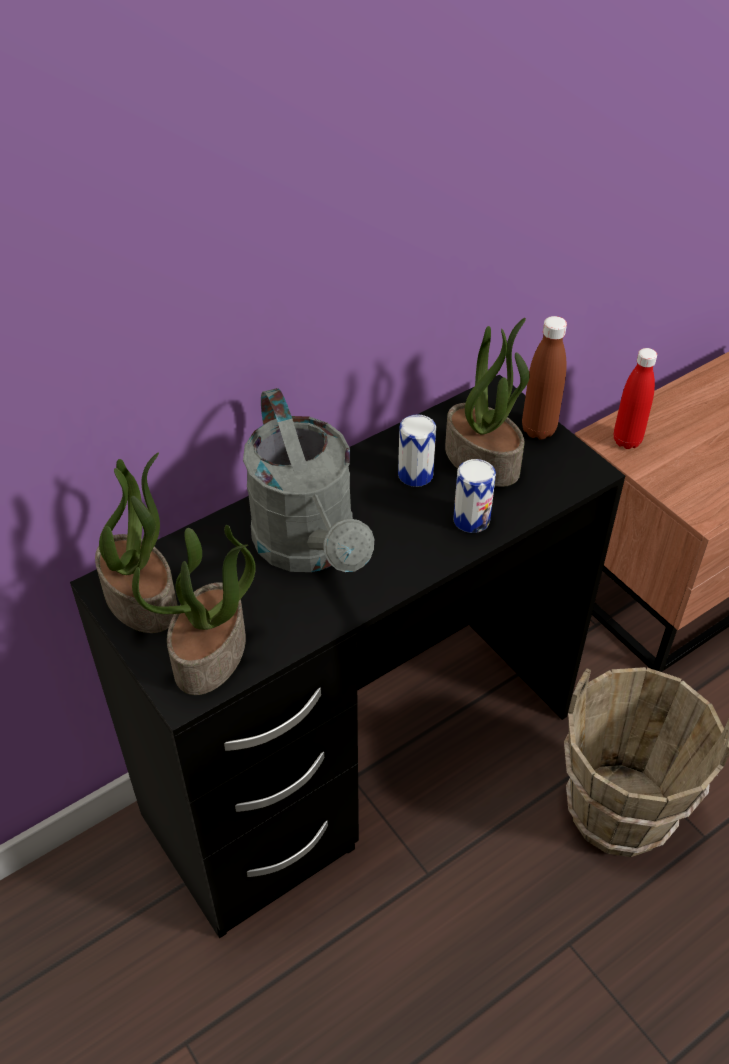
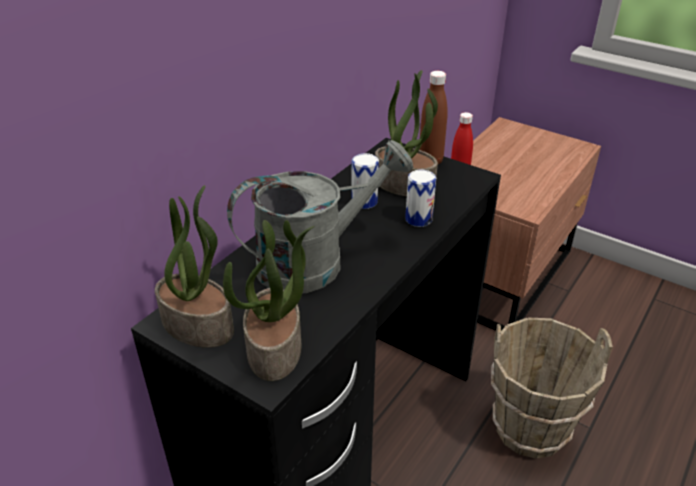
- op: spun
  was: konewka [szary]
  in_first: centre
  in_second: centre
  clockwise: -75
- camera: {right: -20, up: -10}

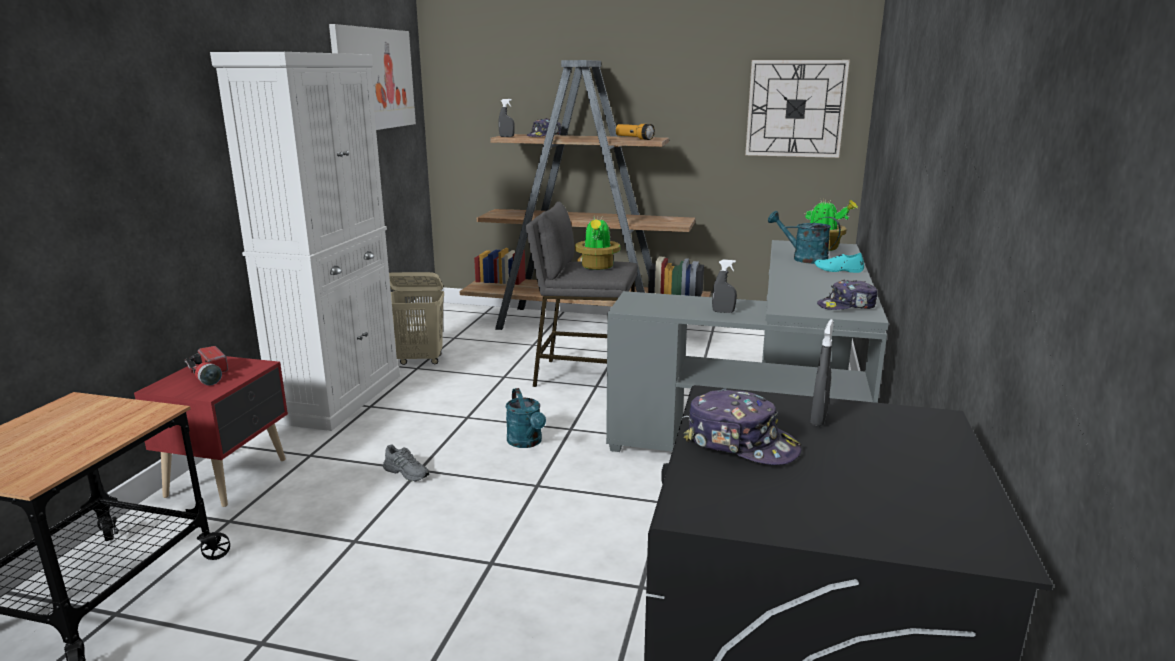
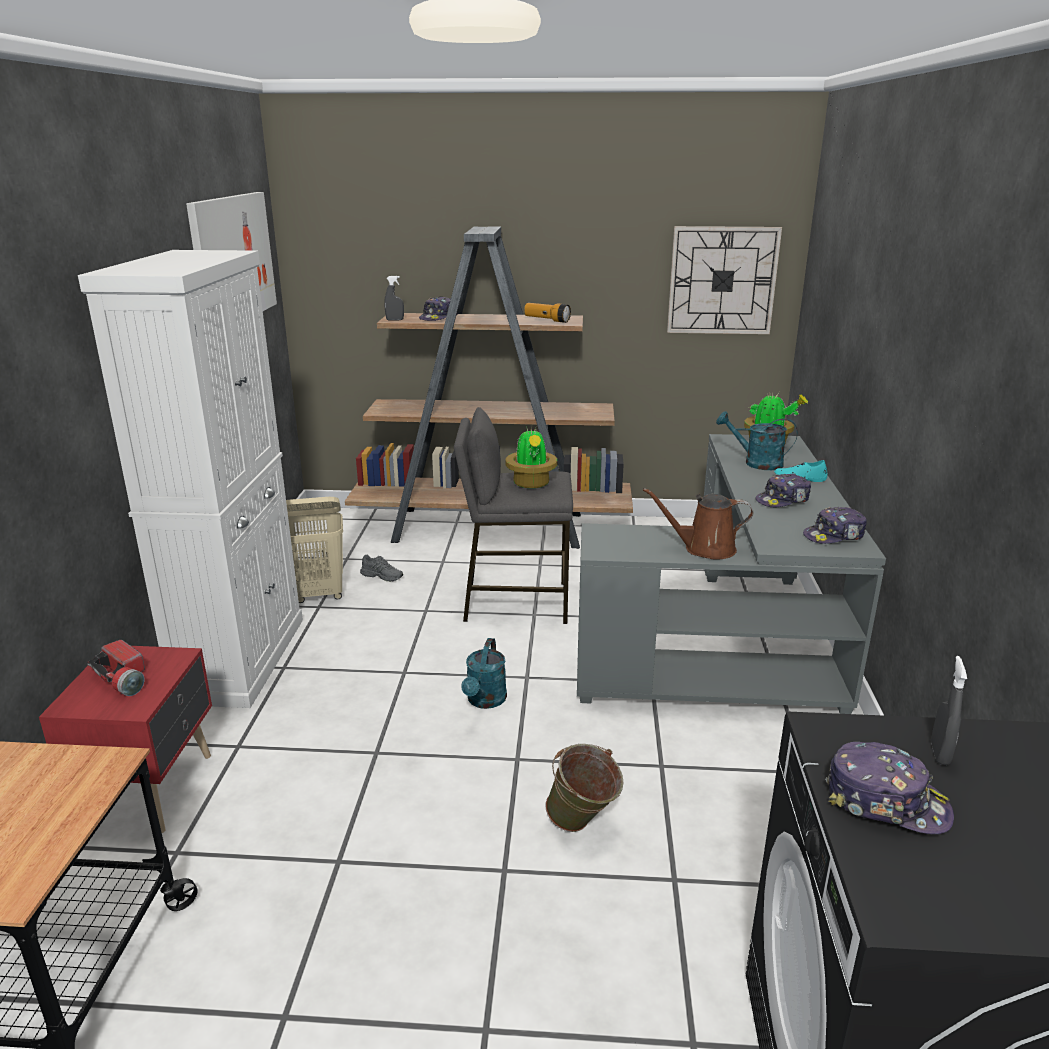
- op: relocated
  was: but [szary]
  in_first: bottom centre
  in_second: centre
- op: spun
  was: konewka [turkusowy] (no. 1 from left)
  in_first: centre
  in_second: centre
  clockwise: 45
- op: appeared
  now: wiadro [zielony]
  in_second: bottom centre
- op: exchanged
  was: spryskiwacz [szary] (no. 2 from left)
  now: konewka [brązowy]
  in_first: centre
  in_second: centre
- op: appeared
  now: czapka z daszkiem (no. 2 from left)
  in_second: middle right
- camera: {right: -10, up: 5}

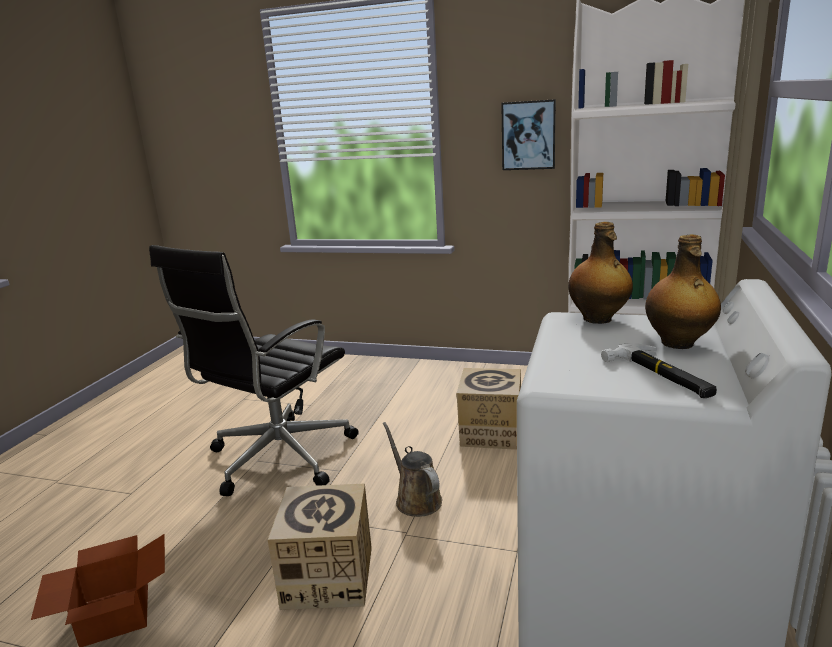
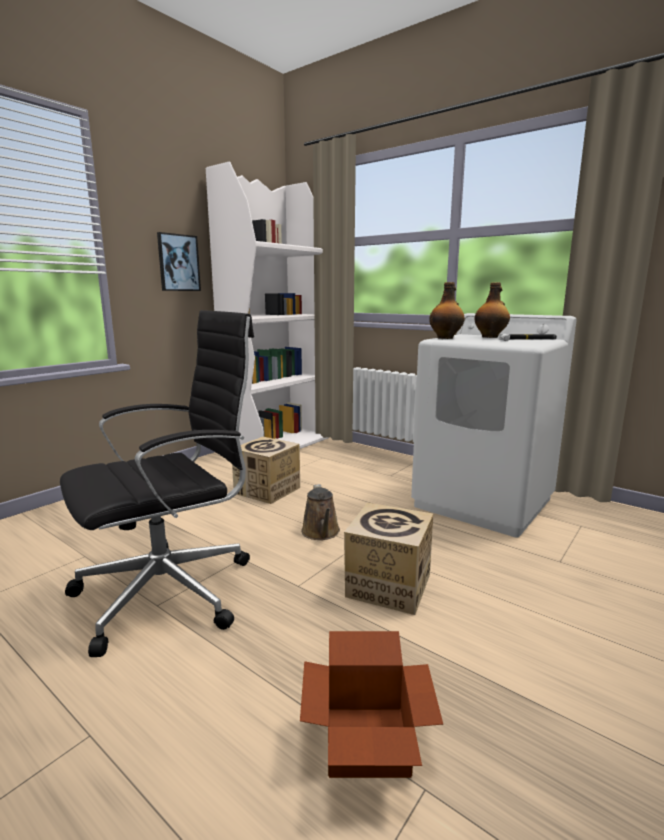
- op: spun
  was: krzesło biurowe [czarny]
  in_first: middle left
  in_second: middle left
  clockwise: -90
- op: spun
  was: konewka [brązowy]
  in_first: bottom centre
  in_second: centre
  clockwise: -90
- camera: {right: -70, up: -5}

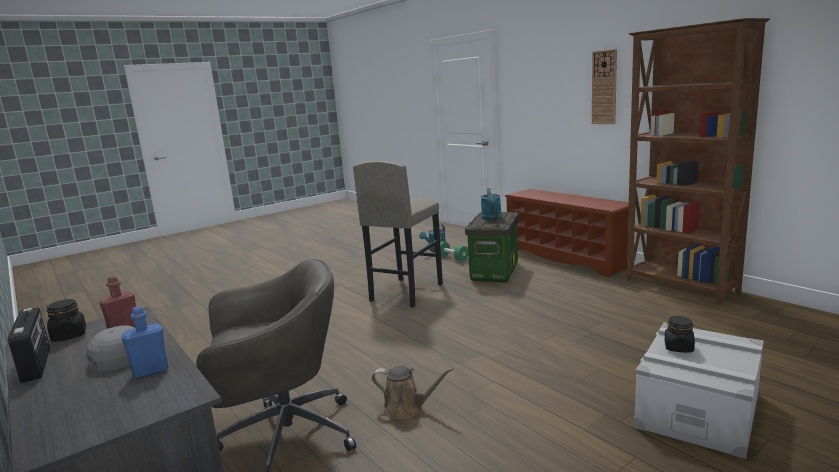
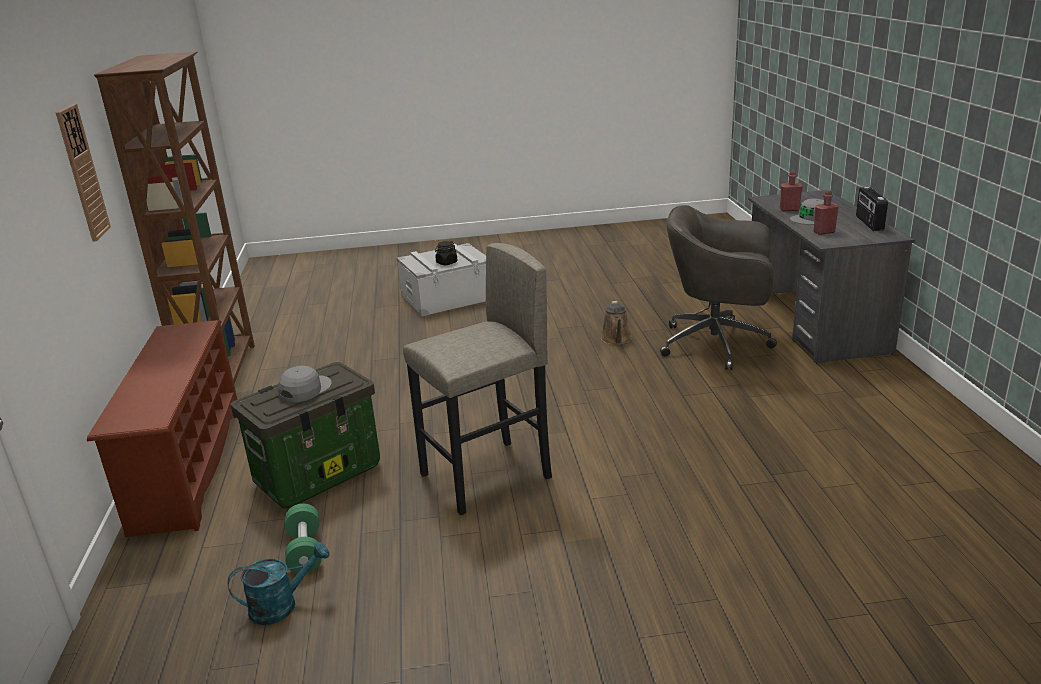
- op: exchanged
  was: konewka [turkusowy] (no. 2 from left)
  now: czapka z daszkiem [szary] (no. 1 from left)
  in_first: centre
  in_second: middle left
- op: spun
  was: konewka [brązowy]
  in_first: bottom centre
  in_second: centre
  clockwise: -135
- op: colour
  was: butelka [niebieski]
  now: butelka [czerwony] (no. 1 from left)
  in_first: bottom left
  in_second: top right
- op: missing
  was: słoik [czarny] (no. 1 from left)
  in_first: bottom left
- camera: {right: -150, up: 10}

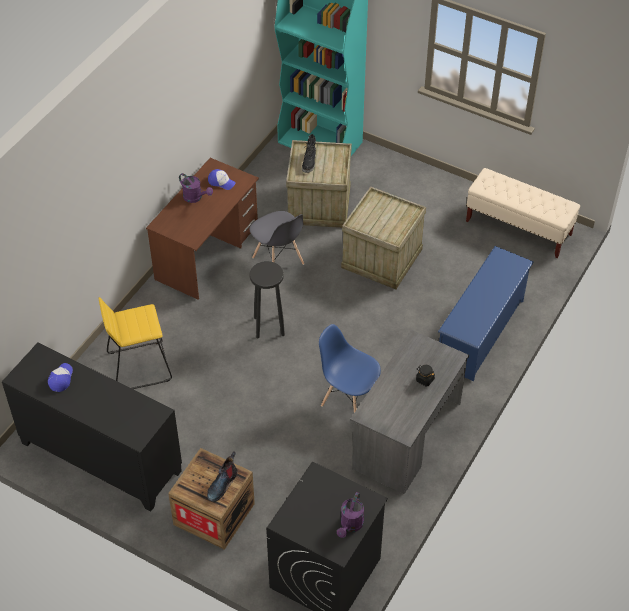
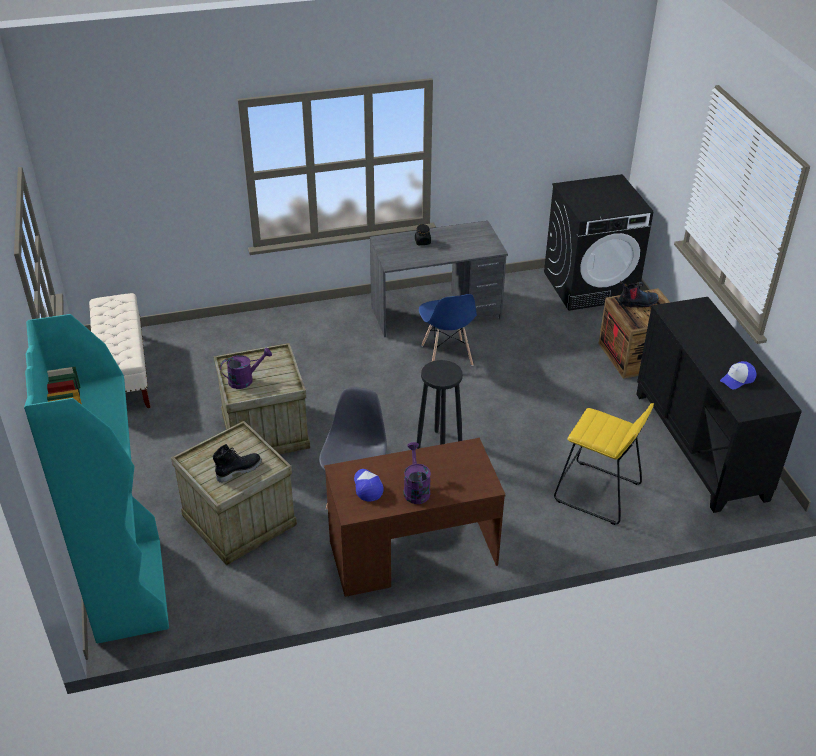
- op: relocated
  was: konewka [fioletowy] (no. 2 from left in the first image)
  now: konewka [fioletowy] (no. 1 from left)
  in_first: bottom centre
  in_second: middle left
- op: missing
  was: regał na buty [niebieski]
  in_first: middle right
- camera: {right: -135, up: -10}

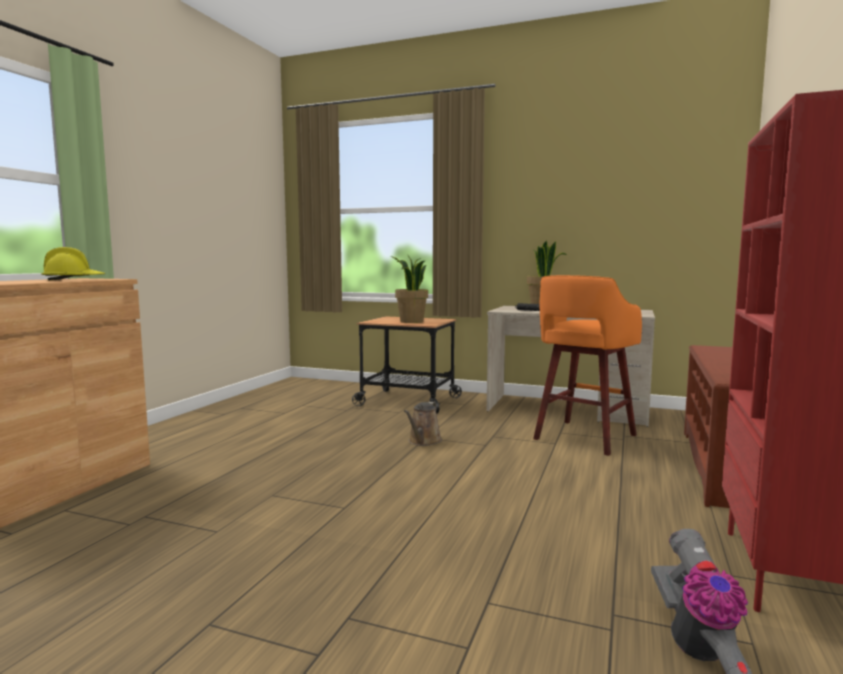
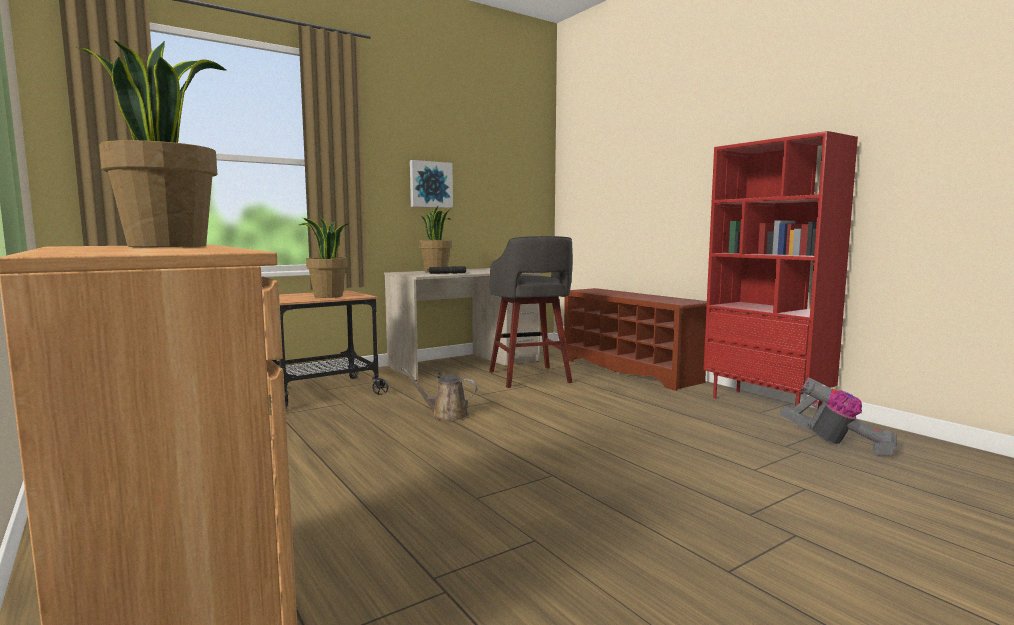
- op: exchanged
  was: kask [żółty]
  now: roślina doniczkowa (no. 1 from left)
  in_first: middle left
  in_second: top left
- op: spun
  was: konewka [brązowy]
  in_first: centre
  in_second: centre
  clockwise: 135
- op: appeared
  now: obraz
  in_second: top centre
- op: colour
  was: stołek [pomarańczowy]
  now: stołek [szary]
  in_first: middle right
  in_second: centre
- camera: {right: -55, up: 0}

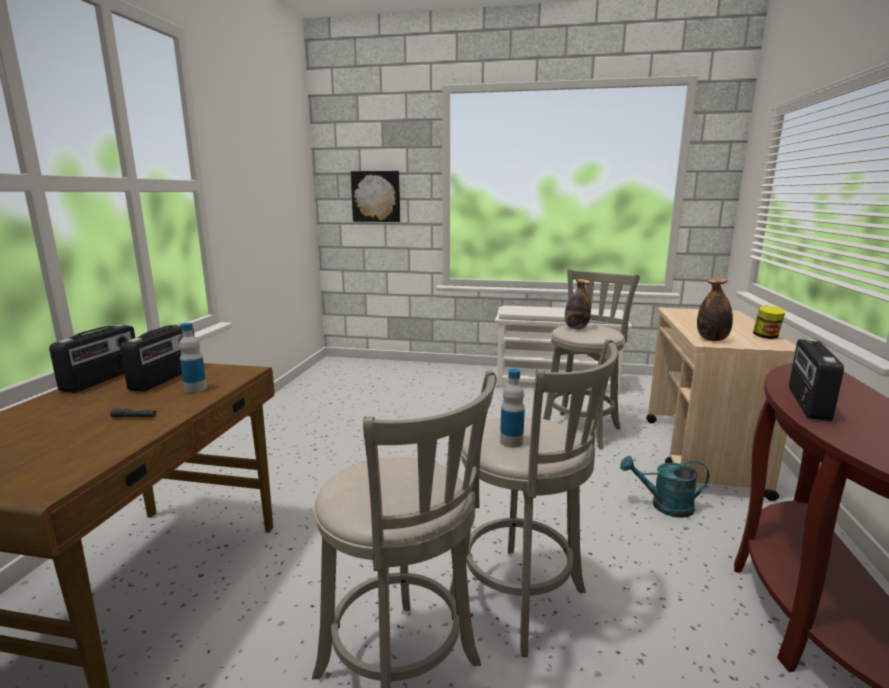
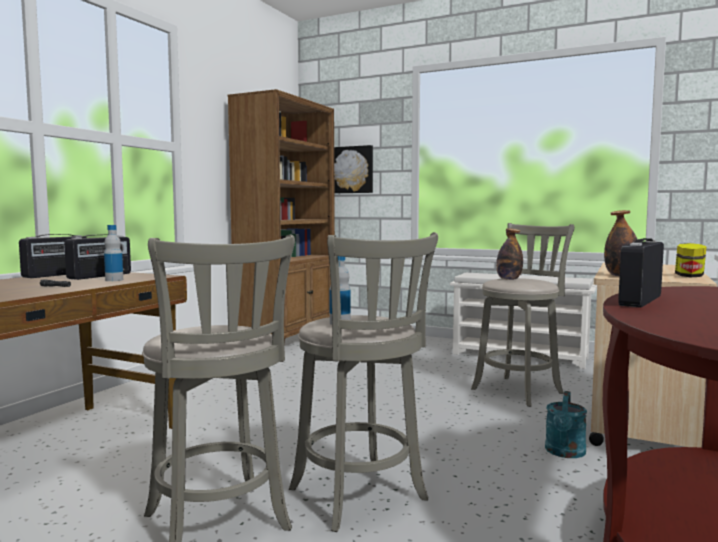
- op: appeared
  now: regał [brązowy]
  in_second: centre
- op: spun
  was: konewka [turkusowy]
  in_first: bottom right
  in_second: bottom right
  clockwise: -90
- camera: {right: 15, up: -10}

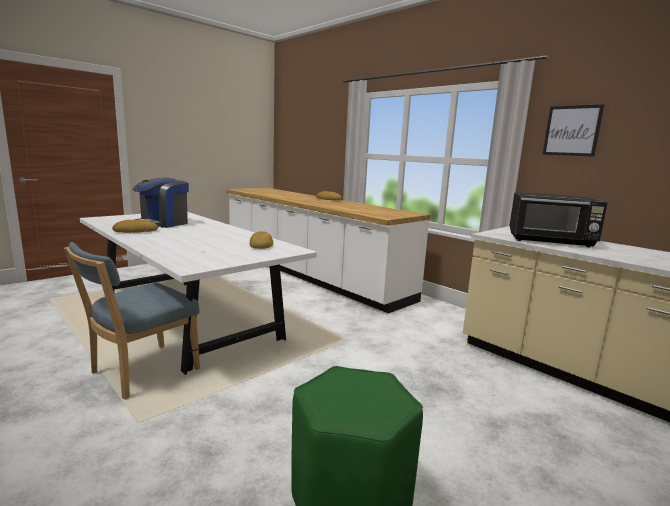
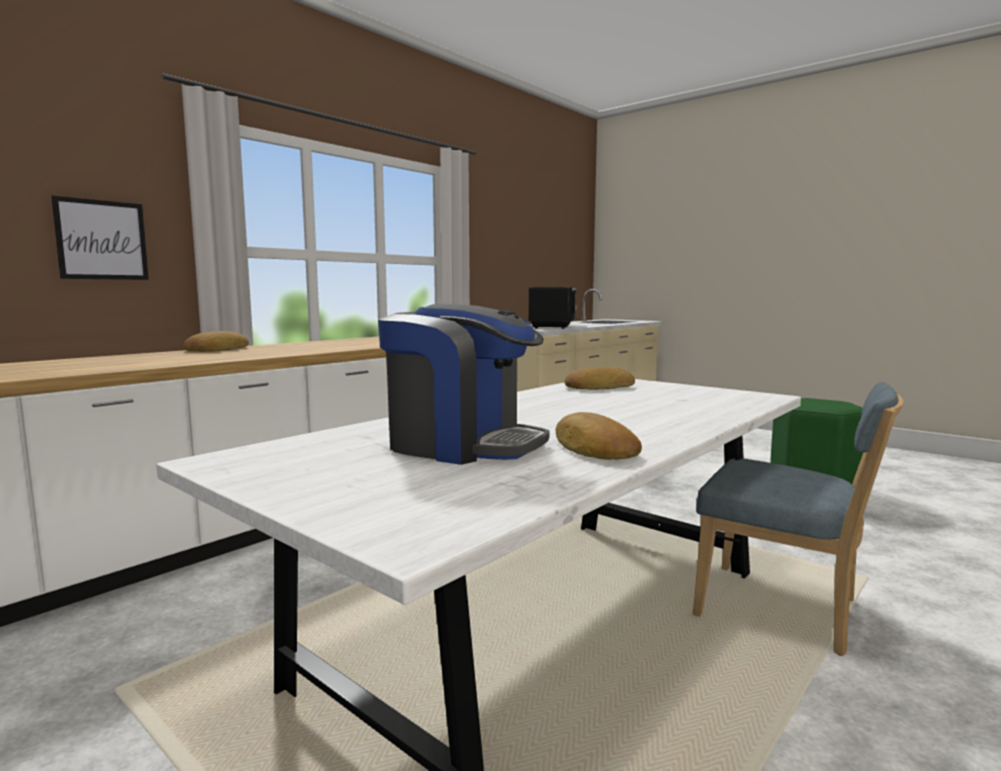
- op: relocated
  was: obraz
  in_first: top right
  in_second: top left
- camera: {right: -95, up: -5}

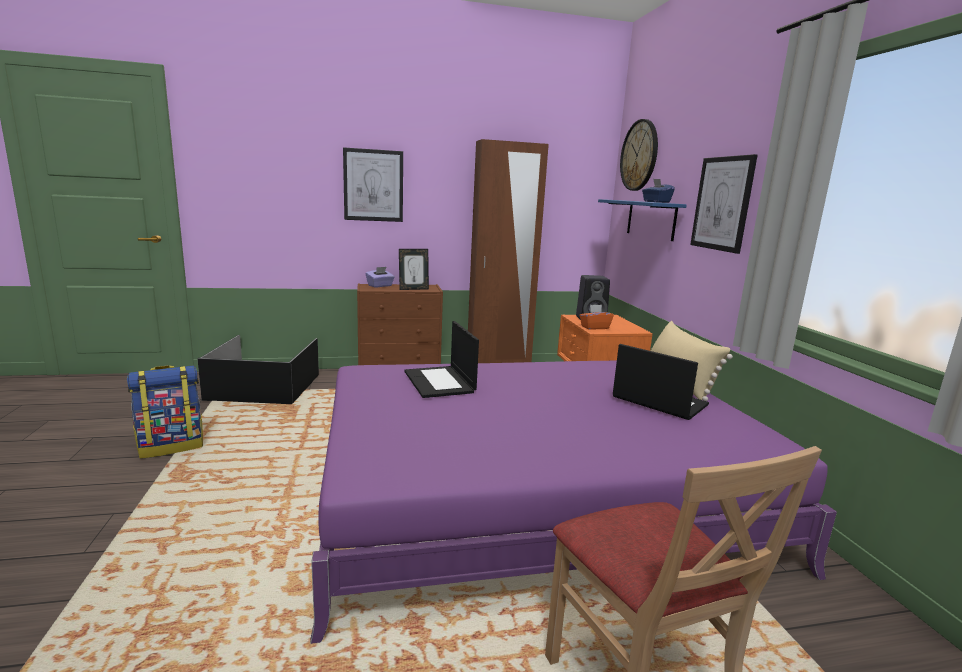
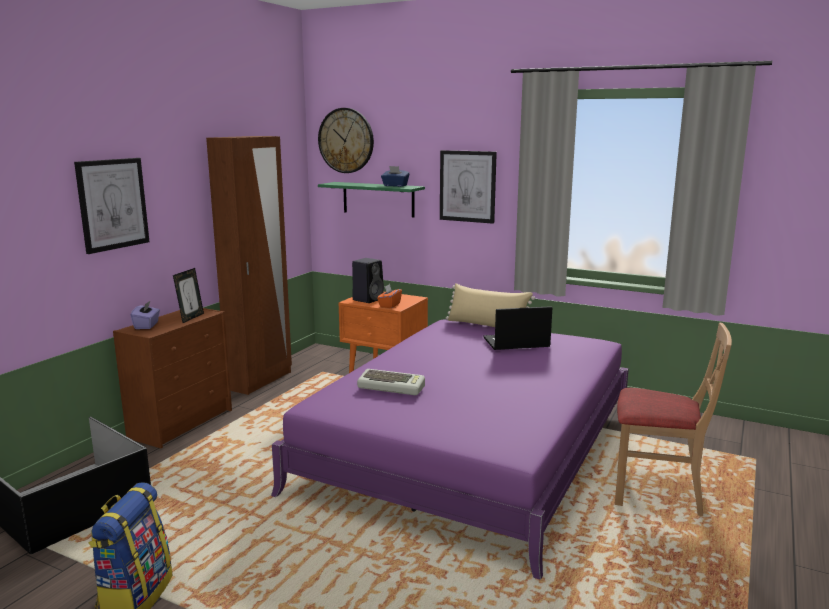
- op: colour
  was: półka [niebieski]
  now: półka [zielony]
  in_first: top right
  in_second: top centre
- op: exchanged
  was: laptop (no. 1 from left)
  now: klawiatura
  in_first: centre
  in_second: centre
- camera: {right: -50, up: 0}

